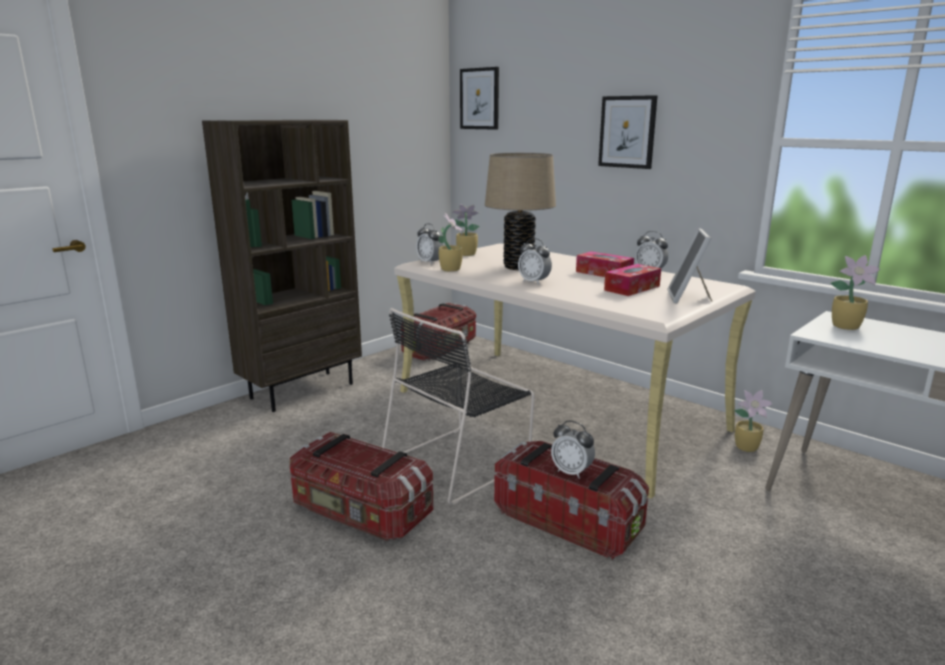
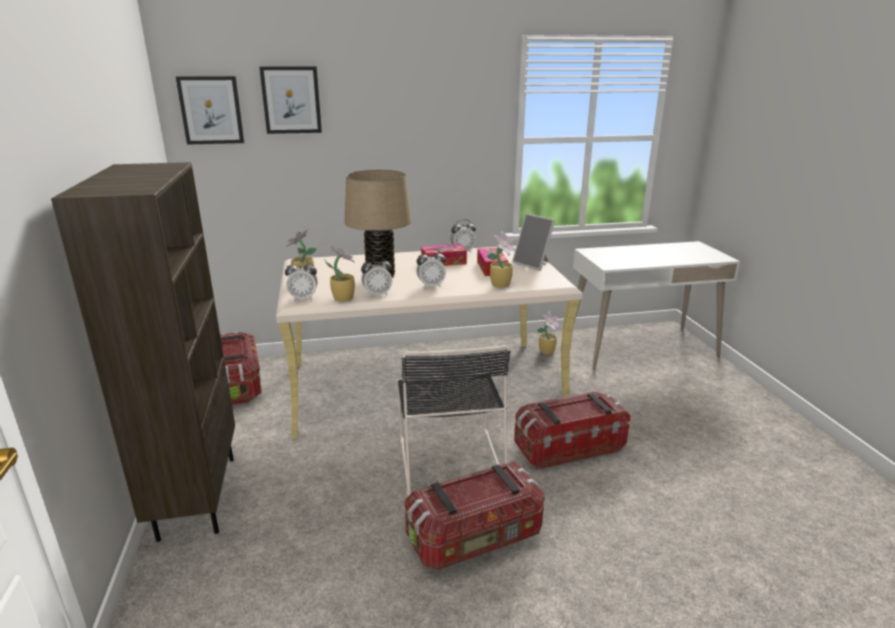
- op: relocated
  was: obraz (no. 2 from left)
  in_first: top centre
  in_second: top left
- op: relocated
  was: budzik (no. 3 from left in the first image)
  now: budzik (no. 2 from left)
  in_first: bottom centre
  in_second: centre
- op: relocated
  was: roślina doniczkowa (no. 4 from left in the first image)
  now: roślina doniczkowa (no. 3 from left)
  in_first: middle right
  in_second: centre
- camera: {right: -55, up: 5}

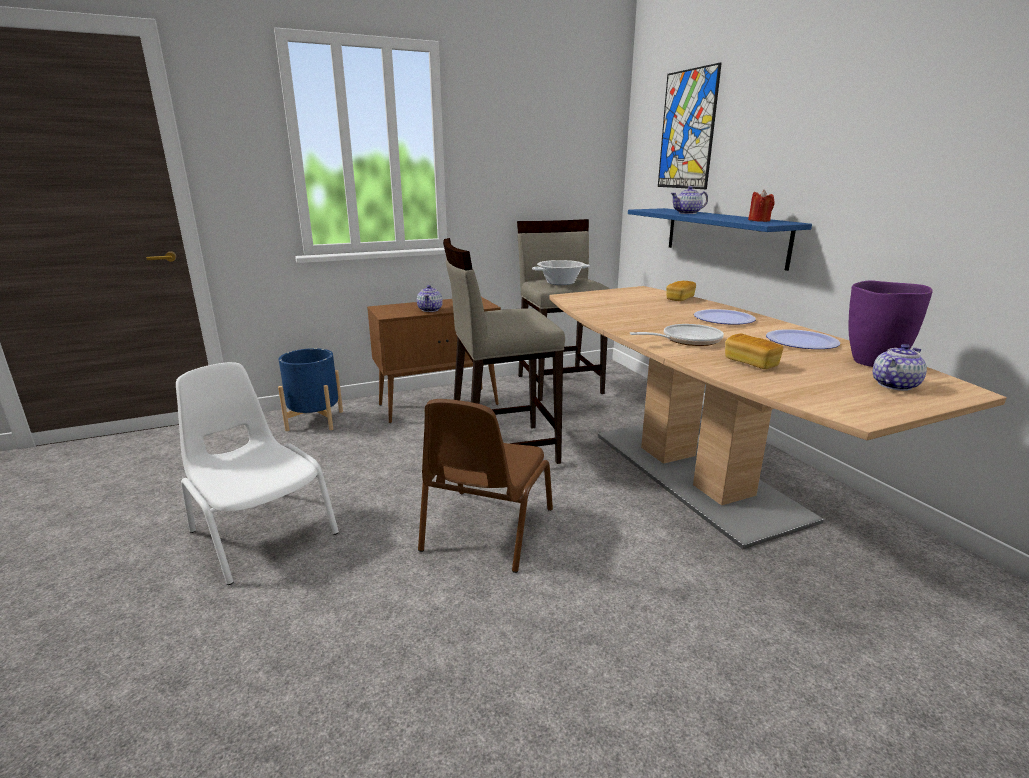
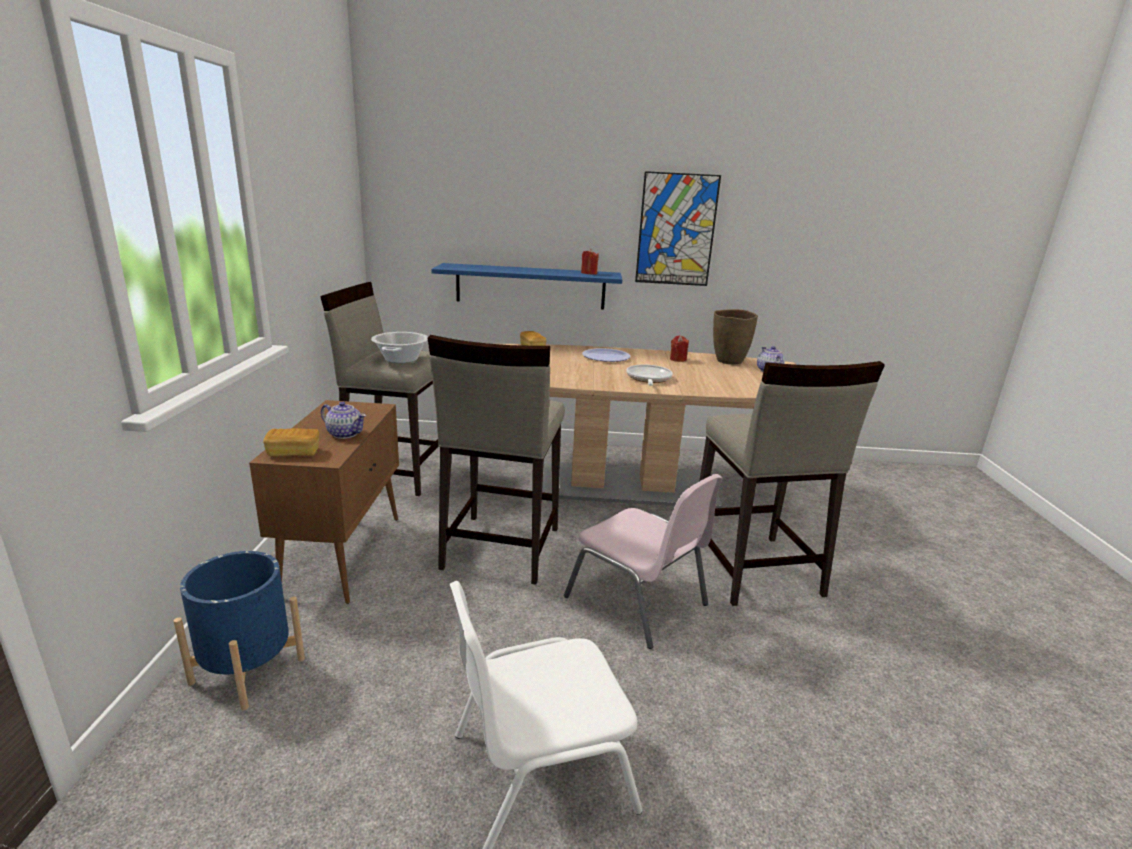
- op: relocated
  was: chleb (no. 2 from left in the first image)
  now: chleb (no. 1 from left)
  in_first: middle right
  in_second: middle left
- op: colour
  was: krzesło [brązowy]
  now: krzesło [różowy]
  in_first: centre
  in_second: centre
- op: relocated
  was: obraz
  in_first: top right
  in_second: top centre
- op: exchanged
  was: talerz (no. 2 from left)
  now: świeca [czerwony] (no. 2 from left)
  in_first: middle right
  in_second: centre
- op: appeared
  now: stołek [beżowy] (no. 3 from left)
  in_second: middle right
- op: colour
  was: wazon [fioletowy]
  now: wazon [brązowy]
  in_first: middle right
  in_second: centre
- op: missing
  was: imbryk (no. 2 from left)
  in_first: top right
- camera: {right: -65, up: 0}

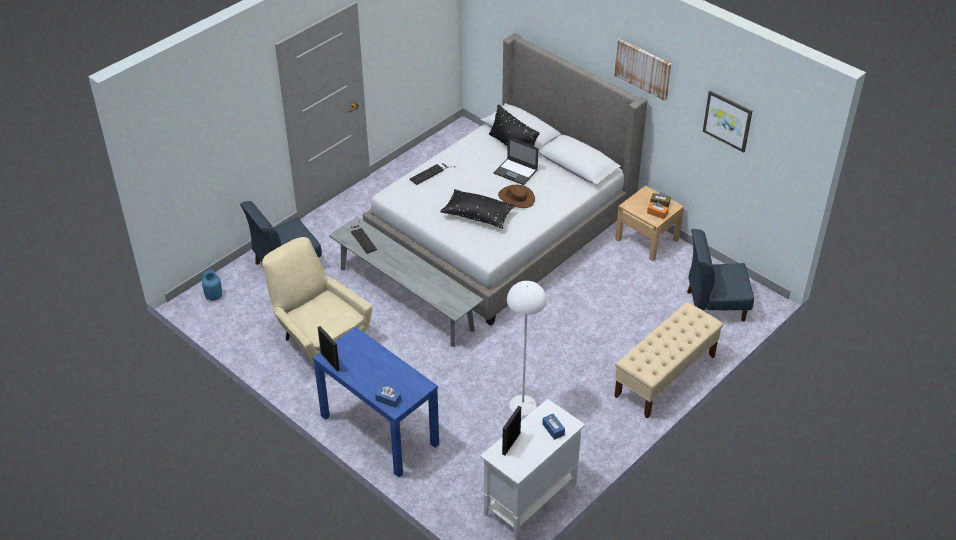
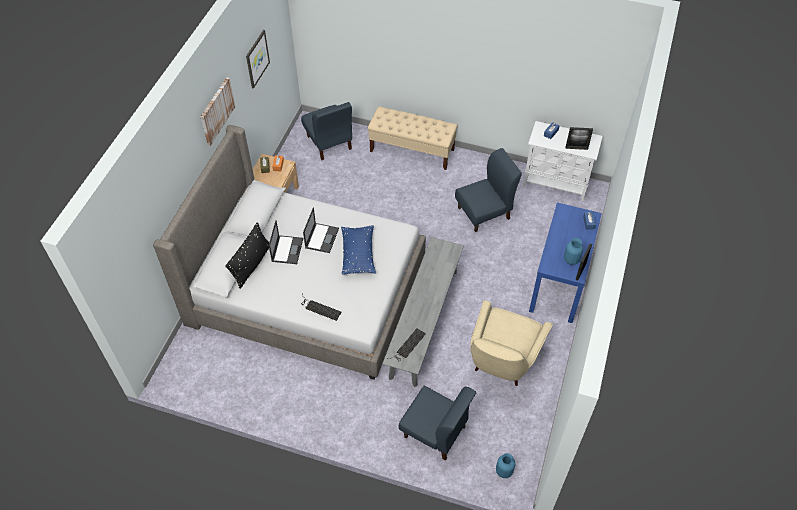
- op: exchanged
  was: kapelusz [brązowy]
  now: laptop (no. 2 from left)
  in_first: centre
  in_second: centre
- op: colour
  was: poduszka [czarny] (no. 1 from left)
  now: poduszka [niebieski]
  in_first: centre
  in_second: centre
- op: exchanged
  was: lampa stojąca [biały]
  now: krzesło [niebieski] (no. 3 from left)
  in_first: centre
  in_second: centre
- op: appeared
  now: wazon [niebieski] (no. 2 from left)
  in_second: middle right
- camera: {right: -115, up: 10}

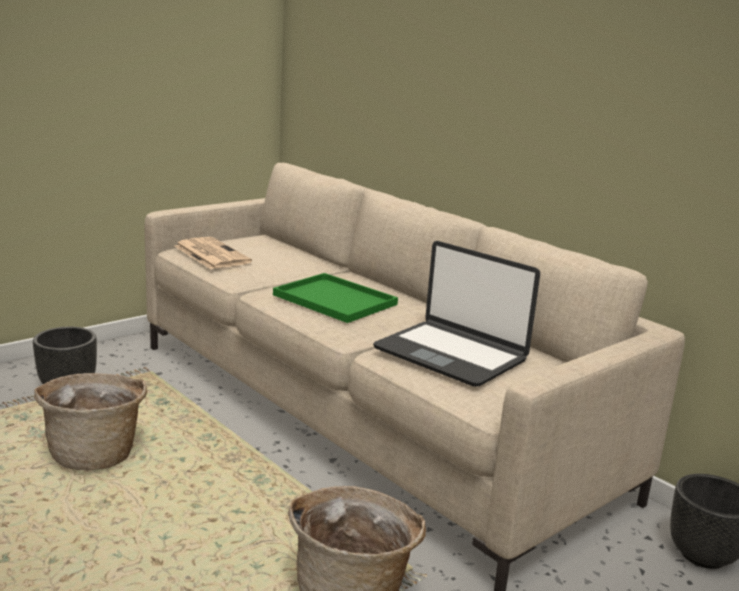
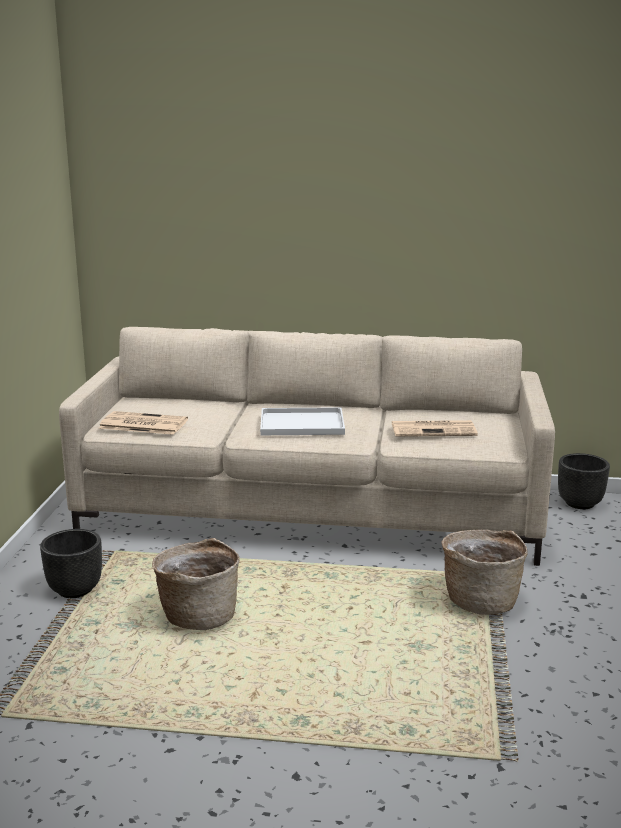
- op: colour
  was: taca [zielony]
  now: taca [biały]
  in_first: centre
  in_second: centre
- op: exchanged
  was: laptop
  now: gazeta (no. 2 from left)
  in_first: centre
  in_second: middle right
- camera: {right: -40, up: 0}

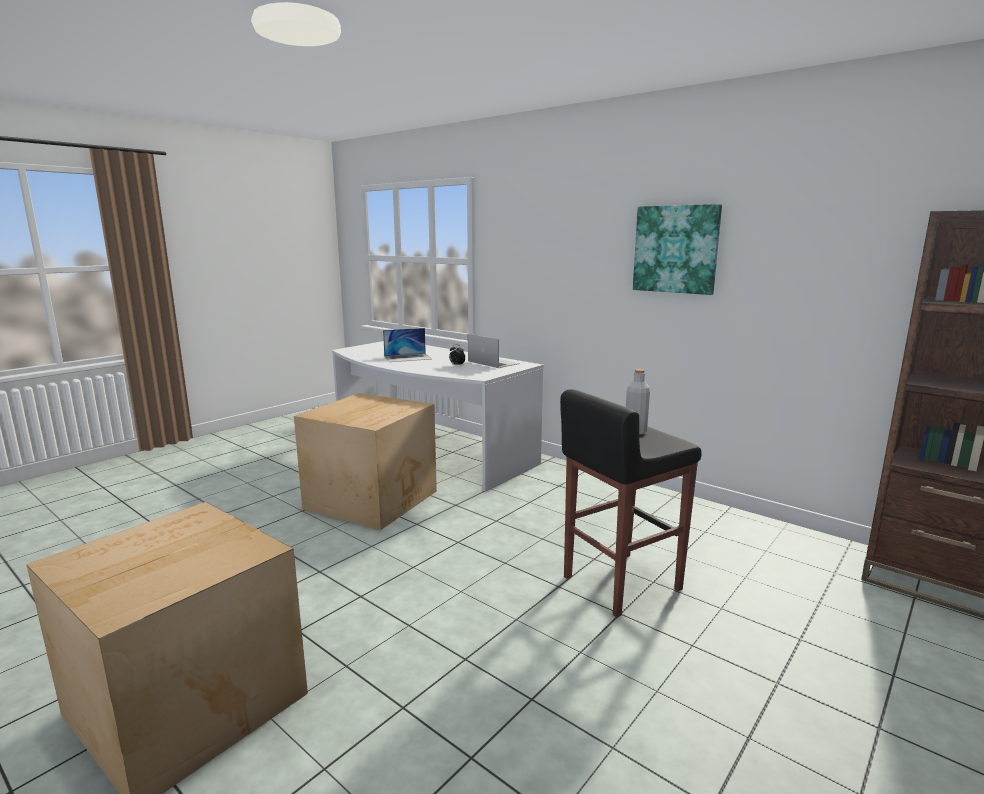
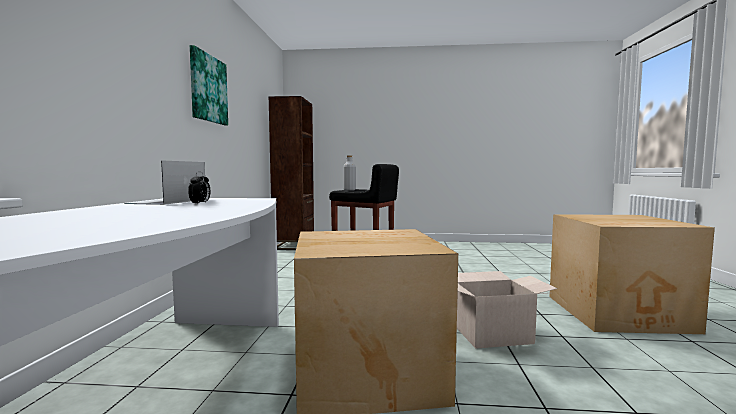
- op: appeared
  now: karton (no. 2 from left)
  in_second: bottom right
- op: missing
  was: laptop (no. 1 from left)
  in_first: centre
- camera: {right: -125, up: -10}

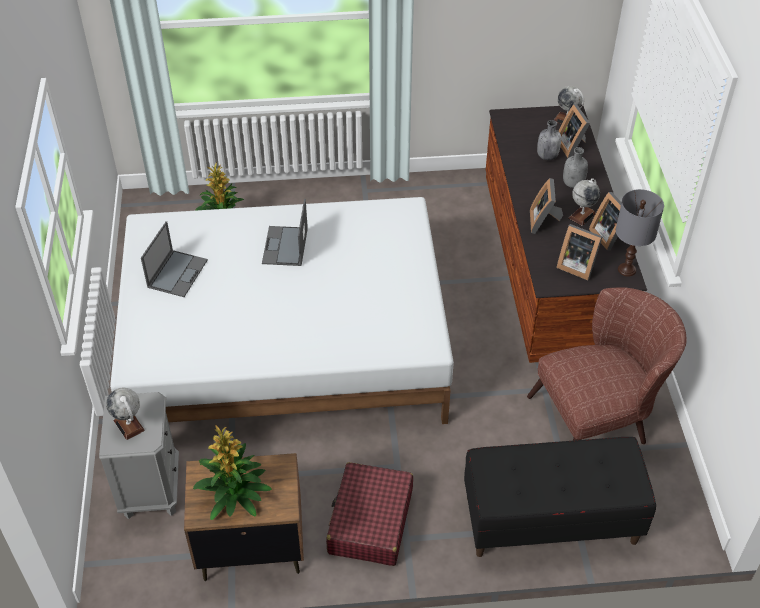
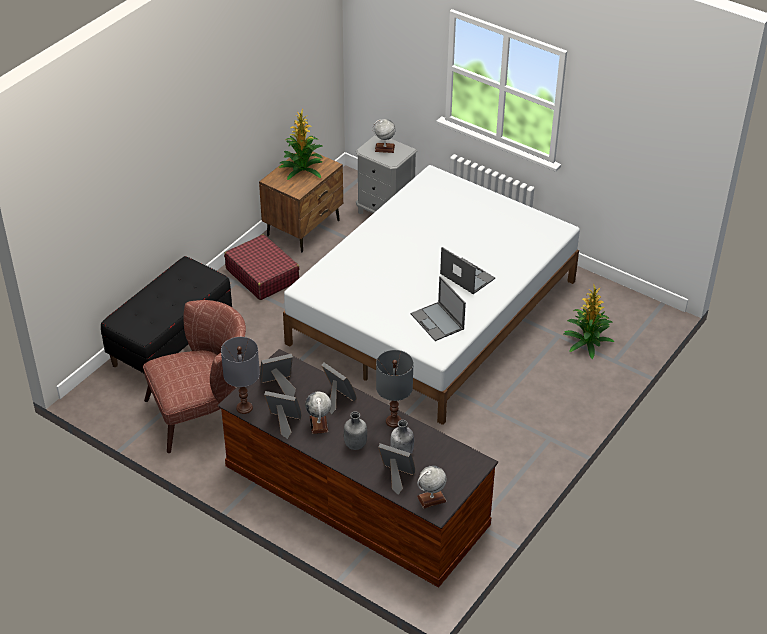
- op: spun
  was: fotel [brązowy]
  in_first: middle right
  in_second: middle left
  clockwise: -135
- op: appeared
  now: lampa stołowa [szary] (no. 2 from left)
  in_second: centre
- op: relocated
  was: laptop (no. 1 from left)
  in_first: middle left
  in_second: centre
- camera: {right: 130, up: -5}

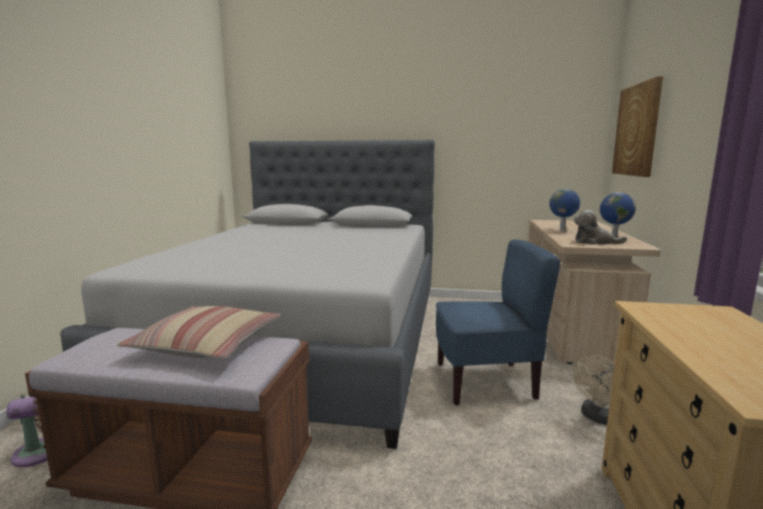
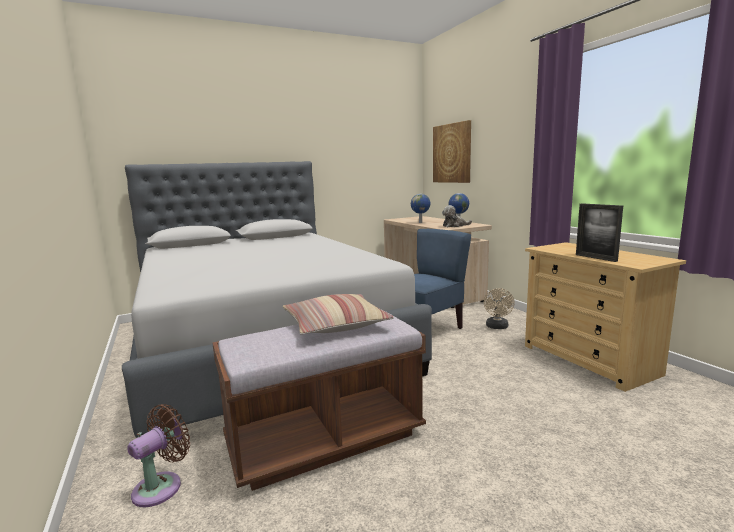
- op: appeared
  now: ramka na zdjęcie
  in_second: middle right
- camera: {right: -35, up: 0}

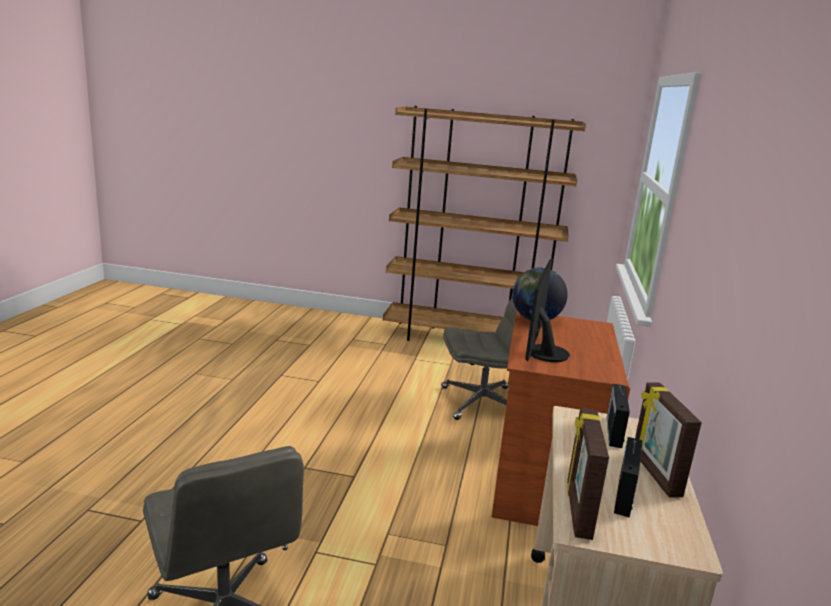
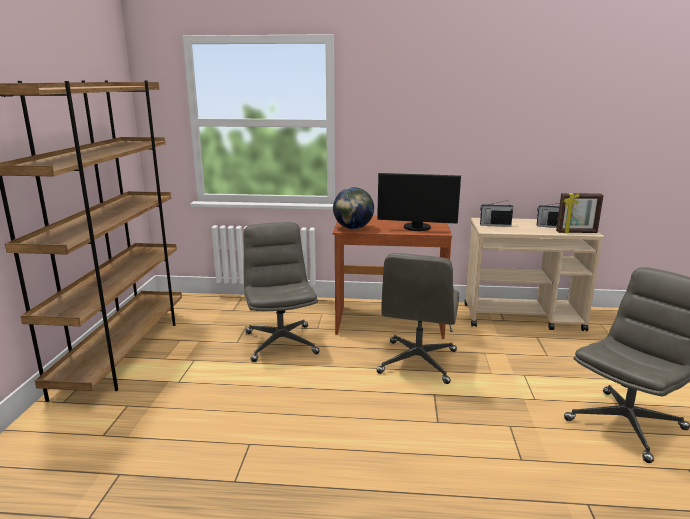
- op: appeared
  now: krzesło biurowe [szary] (no. 2 from left)
  in_second: centre
- op: missing
  was: ramka na zdjęcie (no. 2 from left)
  in_first: bottom right
- camera: {right: -95, up: 0}

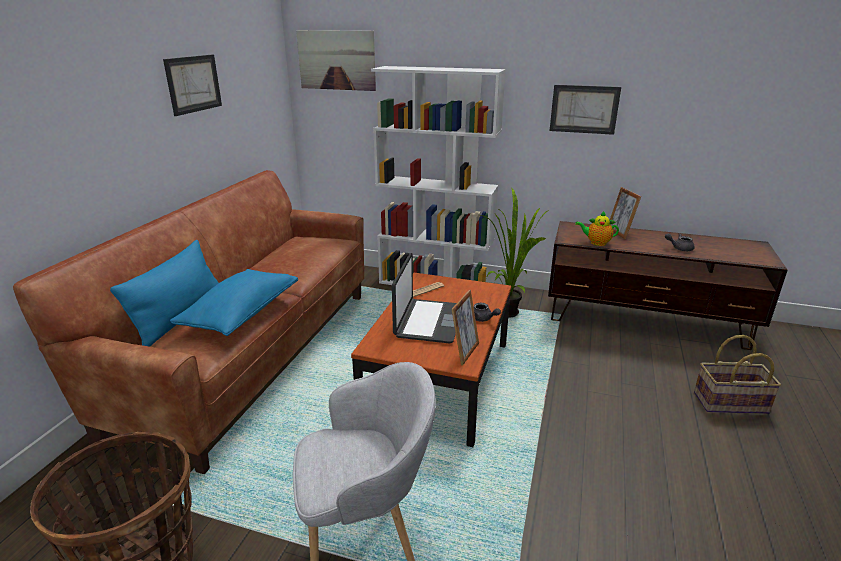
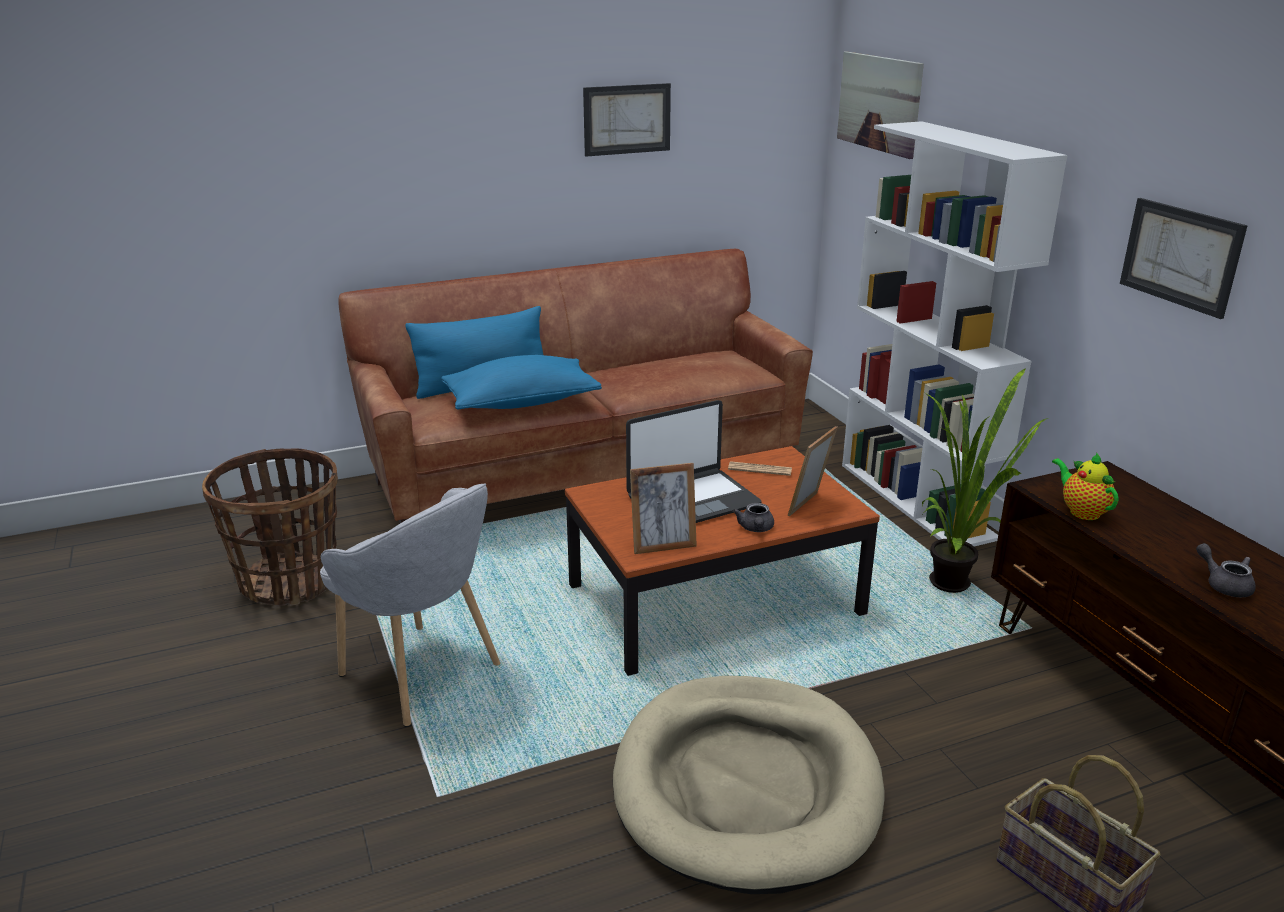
- op: appeared
  now: legowisko [beżowy]
  in_second: bottom centre
- op: relocated
  was: ramka na zdjęcie (no. 2 from left)
  in_first: middle right
  in_second: centre
- camera: {right: 50, up: 0}

